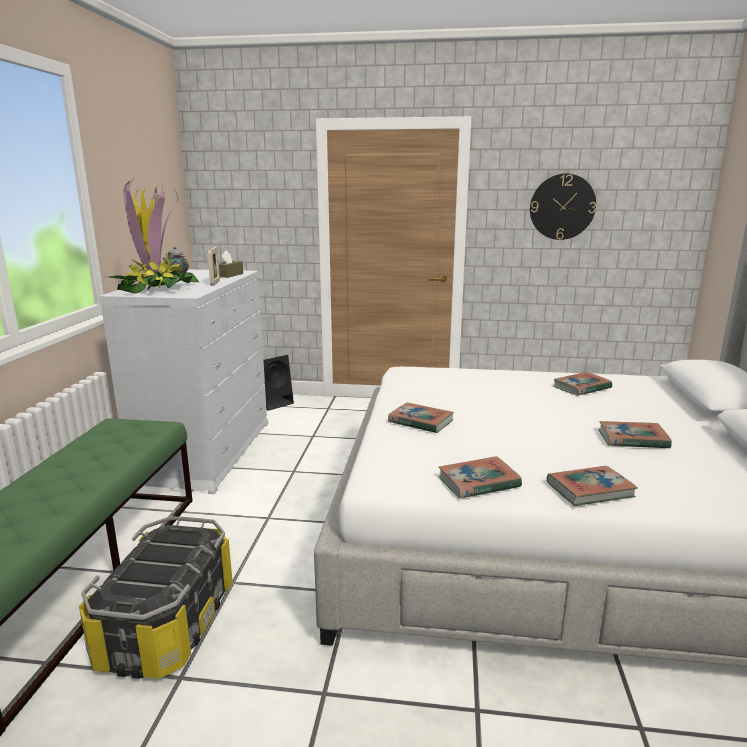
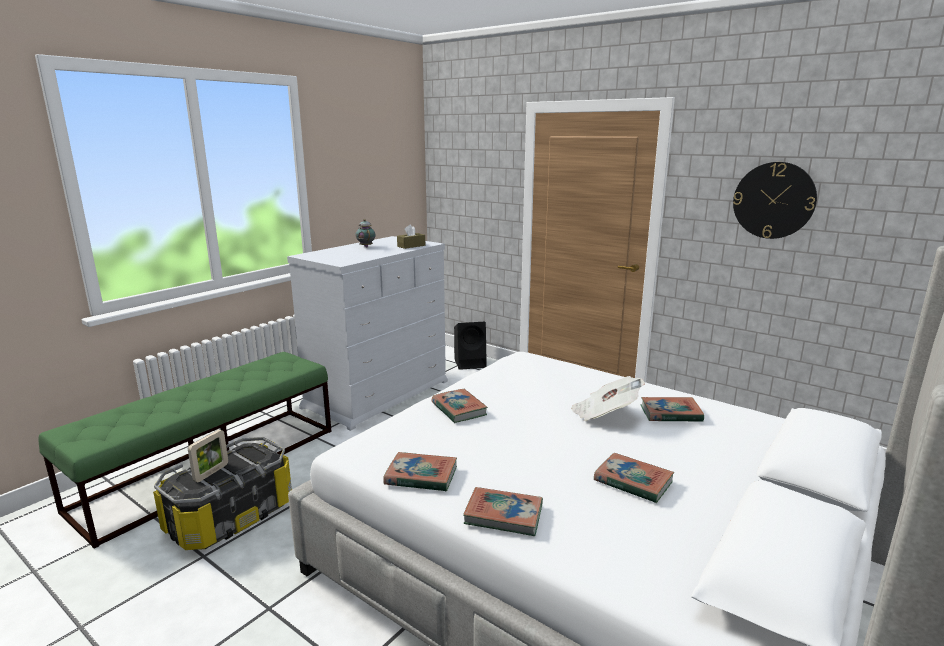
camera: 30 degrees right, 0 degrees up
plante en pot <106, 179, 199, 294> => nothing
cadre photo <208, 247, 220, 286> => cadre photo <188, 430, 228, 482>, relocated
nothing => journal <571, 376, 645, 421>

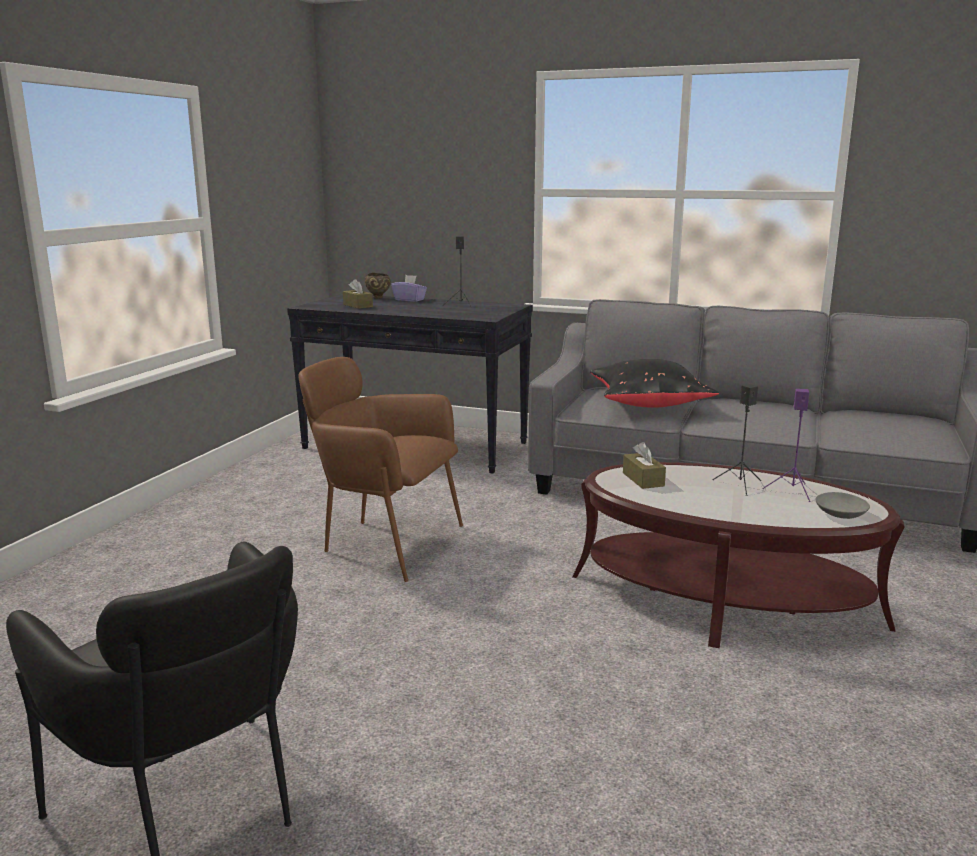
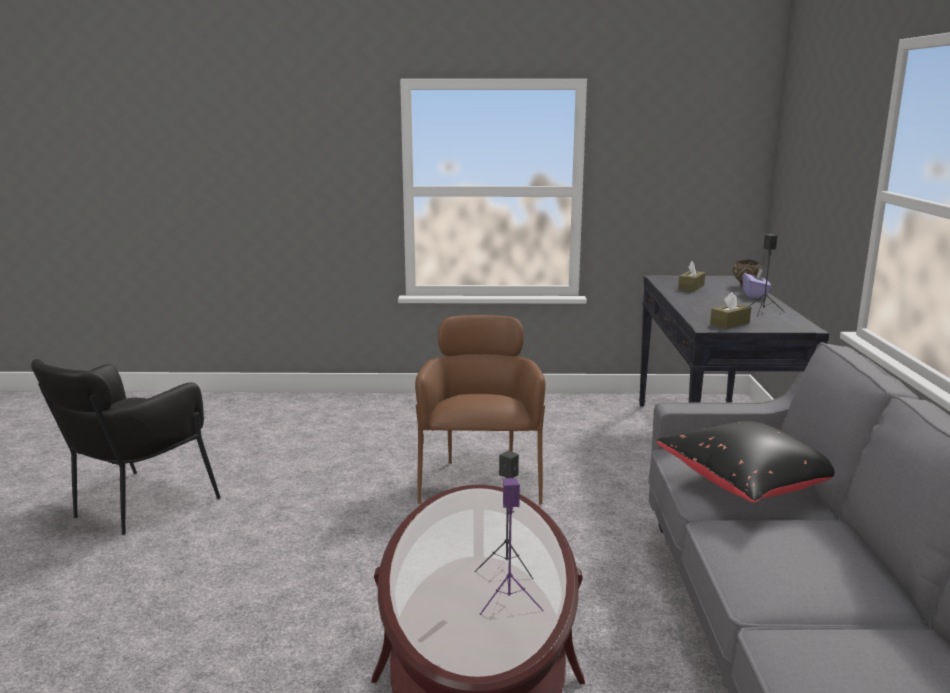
camera: 70 degrees right, 0 degrees up
boîte à mouchoirs [marron] <623, 442, 666, 489> => boîte à mouchoirs [marron] <710, 292, 751, 329>, relocated
bol [gris] <815, 492, 870, 519> => nothing

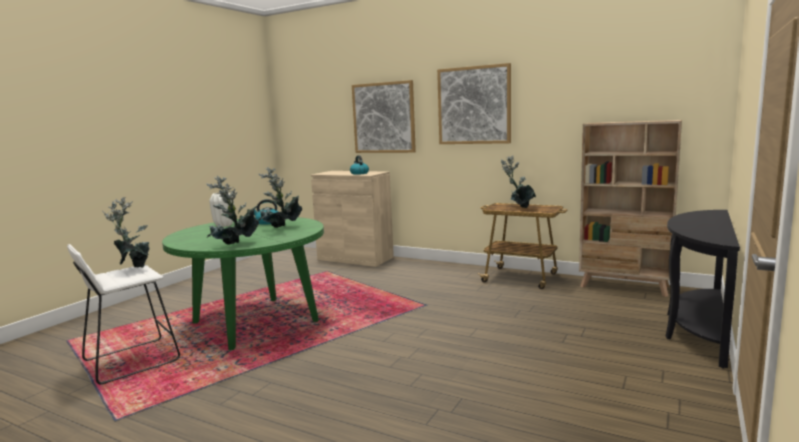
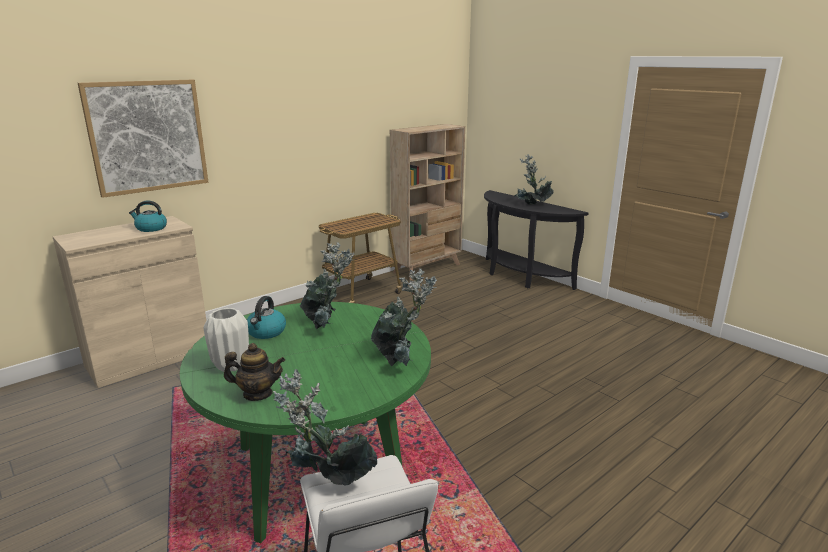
camera: 70 degrees left, 10 degrees up
tableau <437, 63, 511, 144> => nothing
plante en pot <501, 155, 536, 208> => plante en pot <514, 154, 554, 204>, relocated
nothing => théière <224, 343, 285, 401>

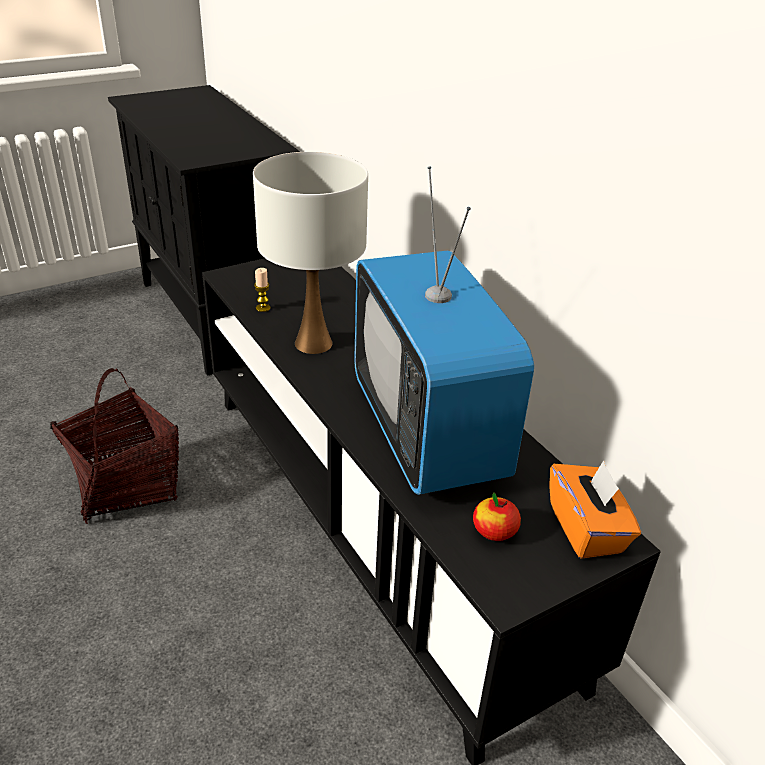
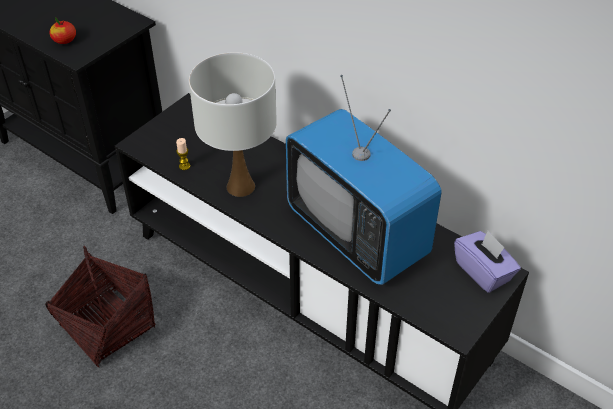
camera: 20 degrees left, 10 degrees up
boîte à mouchoirs [orange] <549, 460, 641, 559> => boîte à mouchoirs [violet] <454, 231, 521, 293>
pomme <473, 492, 521, 541> => pomme <50, 17, 76, 44>, relocated

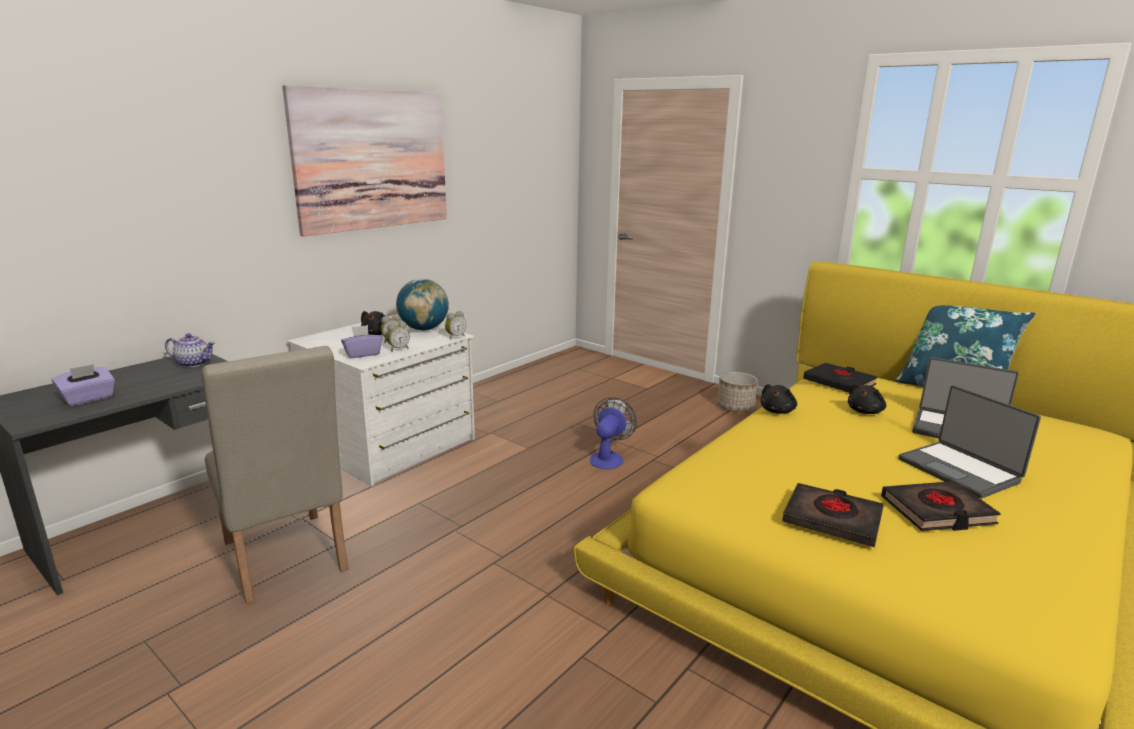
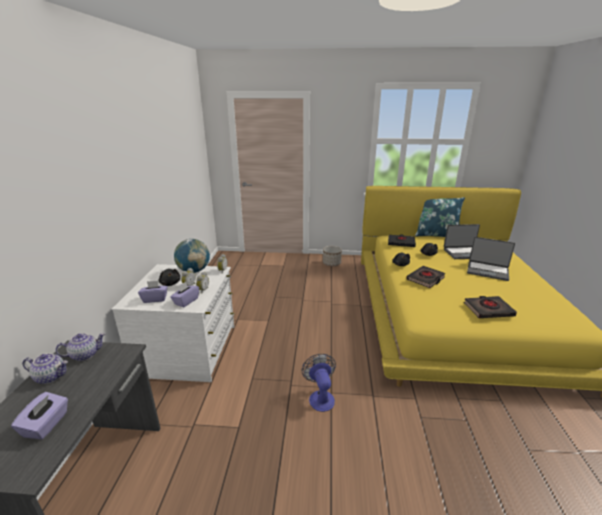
camera: 35 degrees left, 5 degrees up
tableau <282, 85, 447, 237> => nothing
chaise [beige] <202, 346, 349, 604> => nothing
ventilateur <590, 397, 637, 469> => ventilateur <302, 354, 336, 412>, relocated
livre [noir] <881, 481, 1001, 531> => livre [noir] <407, 266, 446, 288>, relocated
nothing => boîte à mouchoirs [violet] <138, 281, 168, 303>
nothing => théière <23, 353, 68, 384>

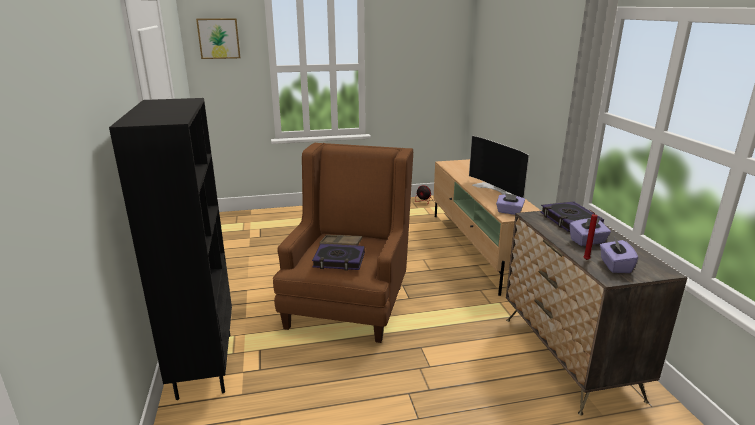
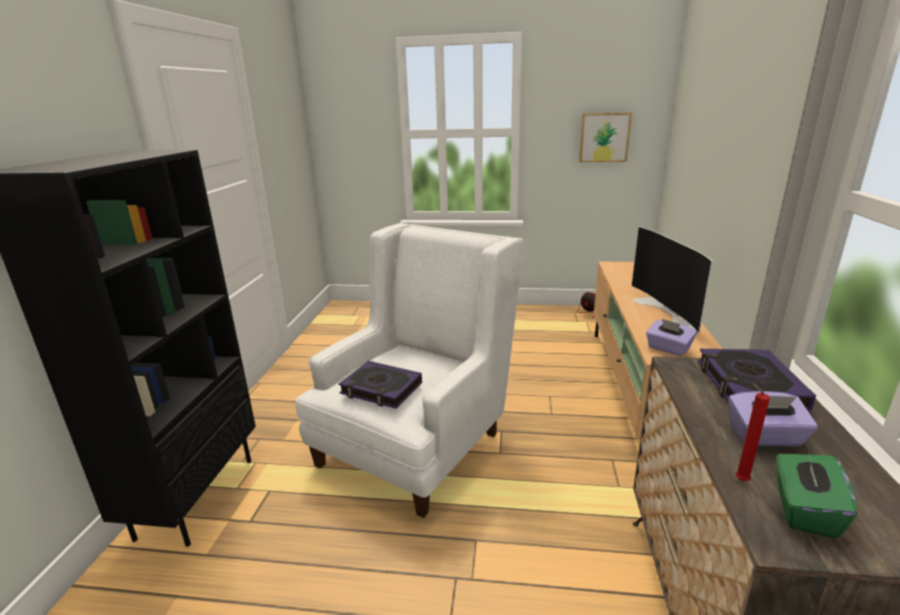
camera: 20 degrees right, 0 degrees up
tableau <196, 18, 241, 59> => tableau <579, 112, 632, 162>, relocated
fauteuil [marron] <273, 142, 413, 343> => fauteuil [blanc] <295, 223, 524, 518>
plateau [marron] <319, 235, 362, 246> => nothing
boîte à mouchoirs [violet] <600, 236, 638, 273> => boîte à mouchoirs [vert] <777, 449, 857, 539>

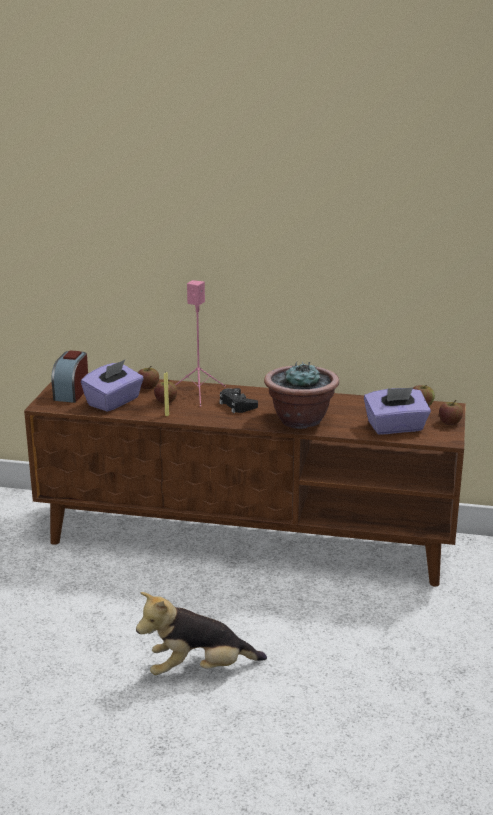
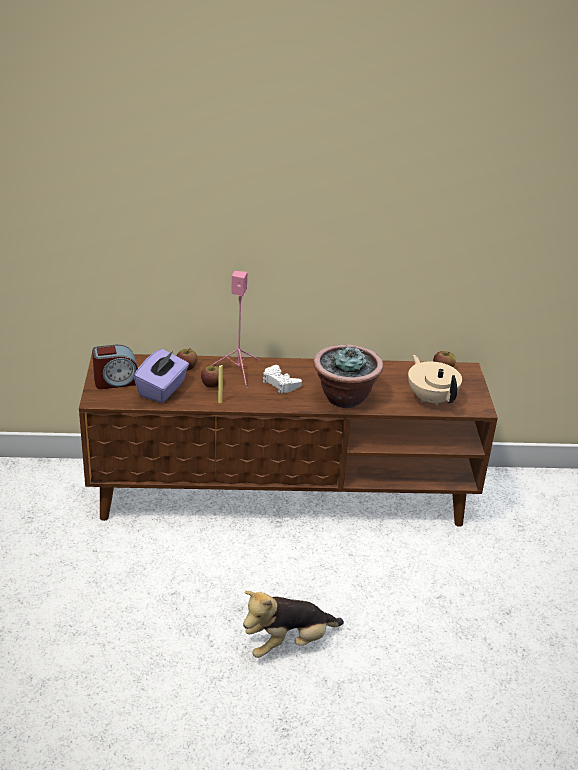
camera: 15 degrees left, 10 degrees up
réveil <51, 350, 88, 403> => réveil <92, 345, 138, 389>, 105 degrees counterclockwise
boîte à mouchoirs [violet] <364, 387, 431, 434> => théière [beige] <408, 355, 462, 406>
manette [noir] <219, 388, 258, 413> => manette [blanc] <262, 365, 302, 394>
pomme <439, 400, 463, 425> => nothing

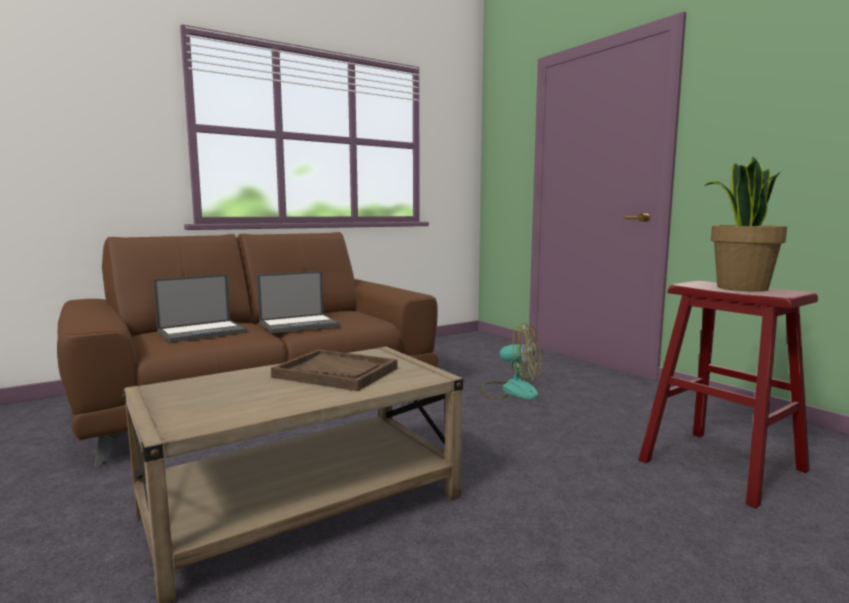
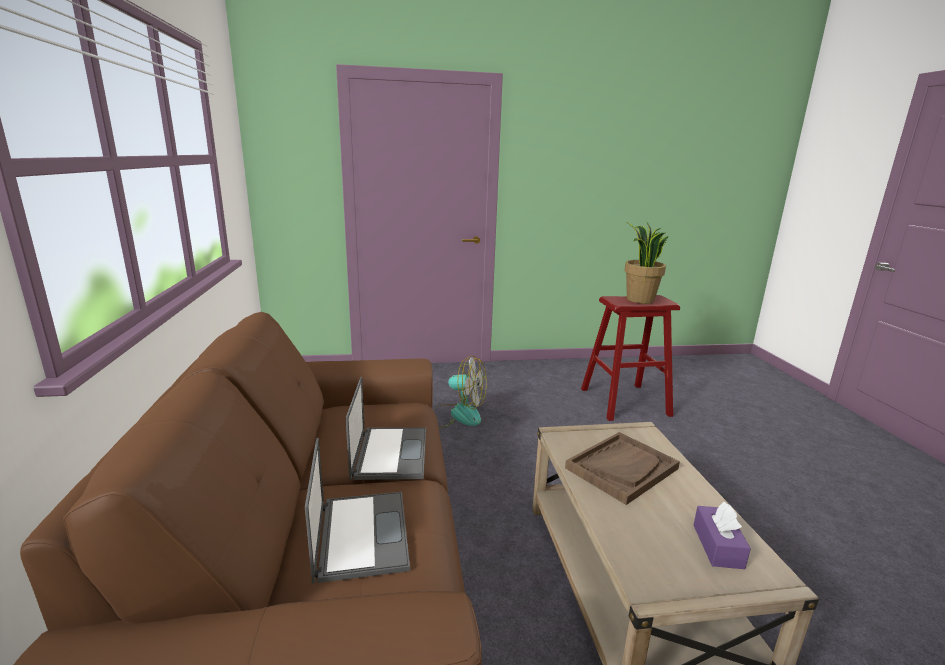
camera: 65 degrees left, 10 degrees up
ventilateur <480, 323, 541, 400> => ventilateur <433, 355, 487, 428>, 60 degrees clockwise
nothing => boîte à mouchoirs [violet] <693, 501, 751, 569>

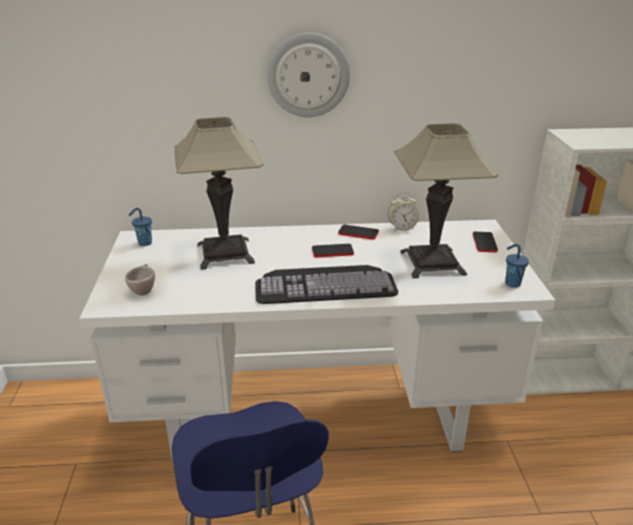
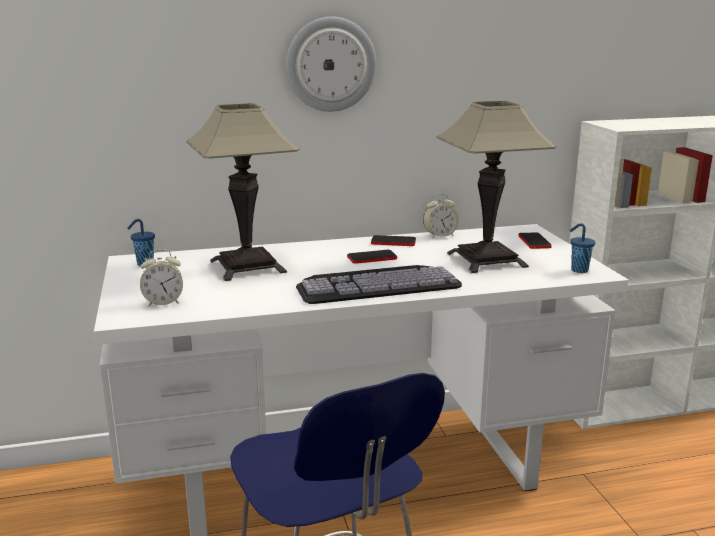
camera: 10 degrees left, 10 degrees down
tasse [beige] <125, 264, 155, 295> => réveil <140, 249, 183, 307>

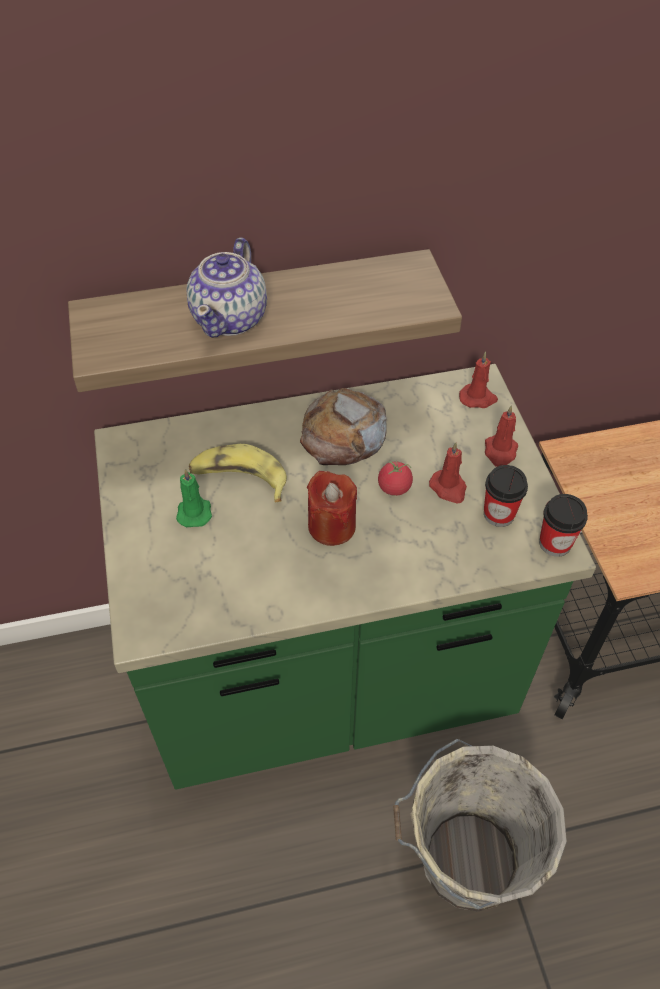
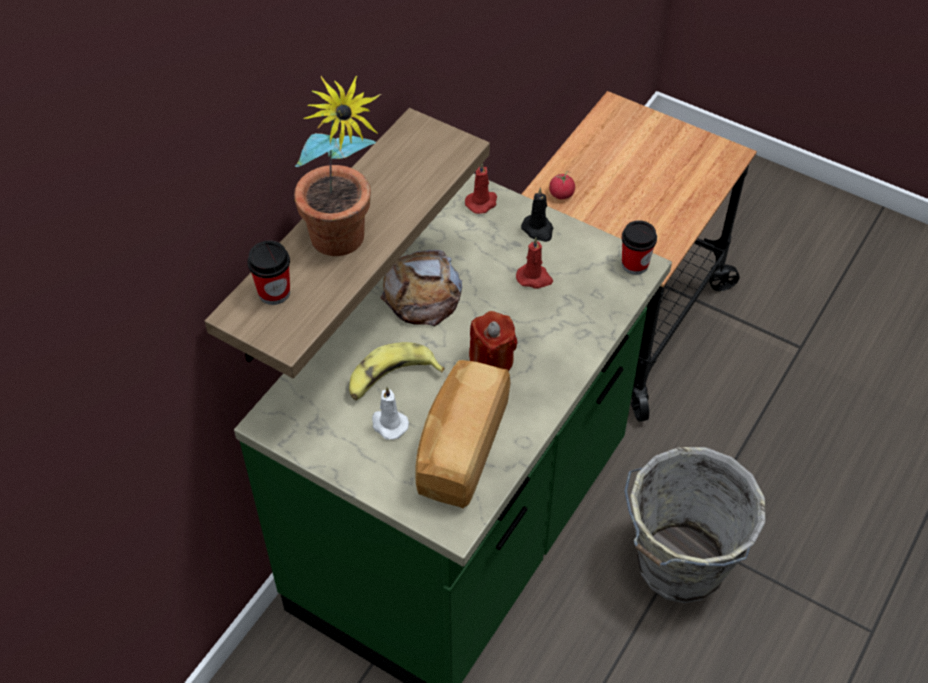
camera: 45 degrees left, 0 degrees up
théière <186, 238, 267, 338> => plante en pot <294, 76, 382, 256>
bougie [rouge] <485, 405, 519, 467> => bougie [noir] <521, 188, 553, 242>
tomate <378, 461, 413, 496> => tomate <549, 171, 575, 200>, relocated
tasse <484, 465, 528, 527> => tasse <247, 241, 290, 305>, relocated
bougie [vert] <176, 468, 212, 527> => bougie [blanc] <372, 387, 409, 440>
nothing => pain <415, 360, 510, 508>

